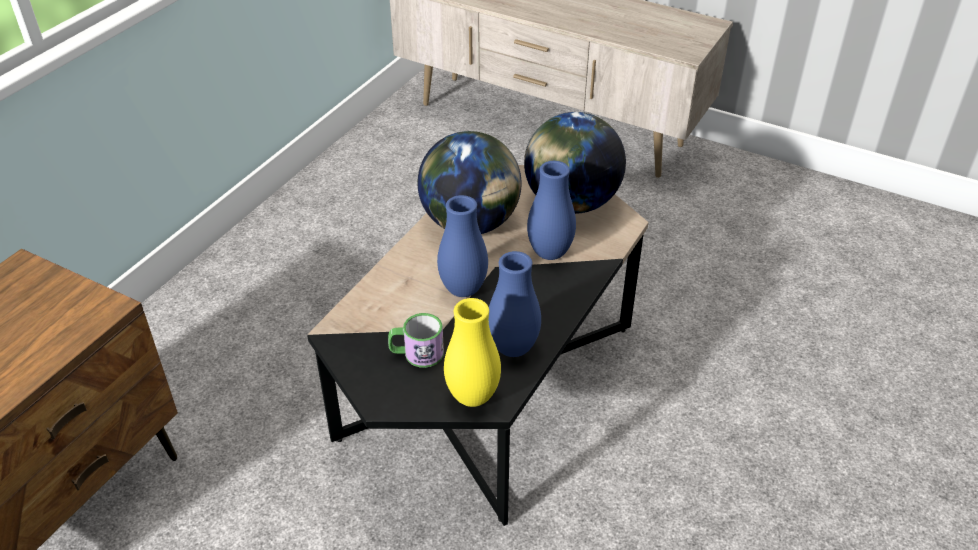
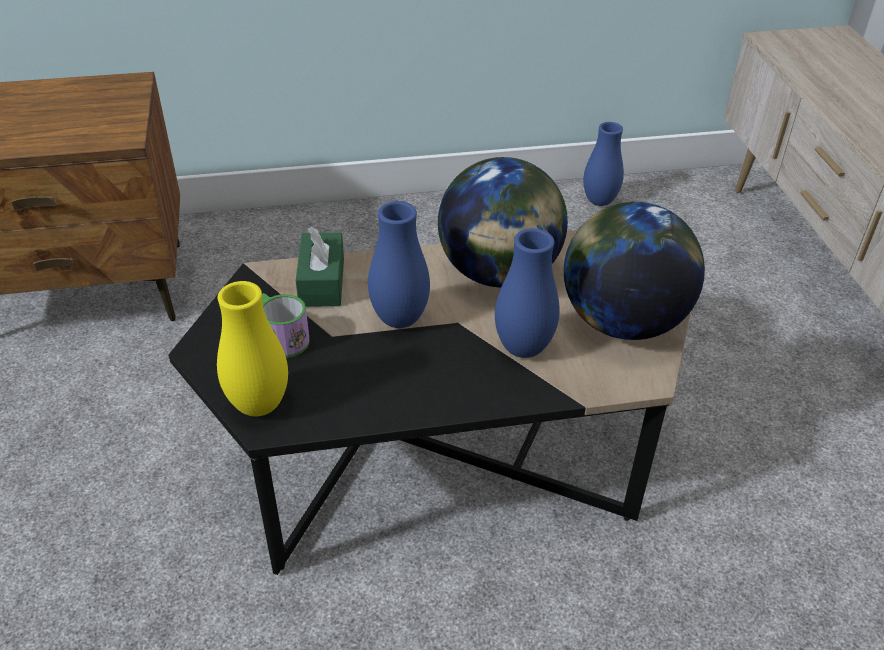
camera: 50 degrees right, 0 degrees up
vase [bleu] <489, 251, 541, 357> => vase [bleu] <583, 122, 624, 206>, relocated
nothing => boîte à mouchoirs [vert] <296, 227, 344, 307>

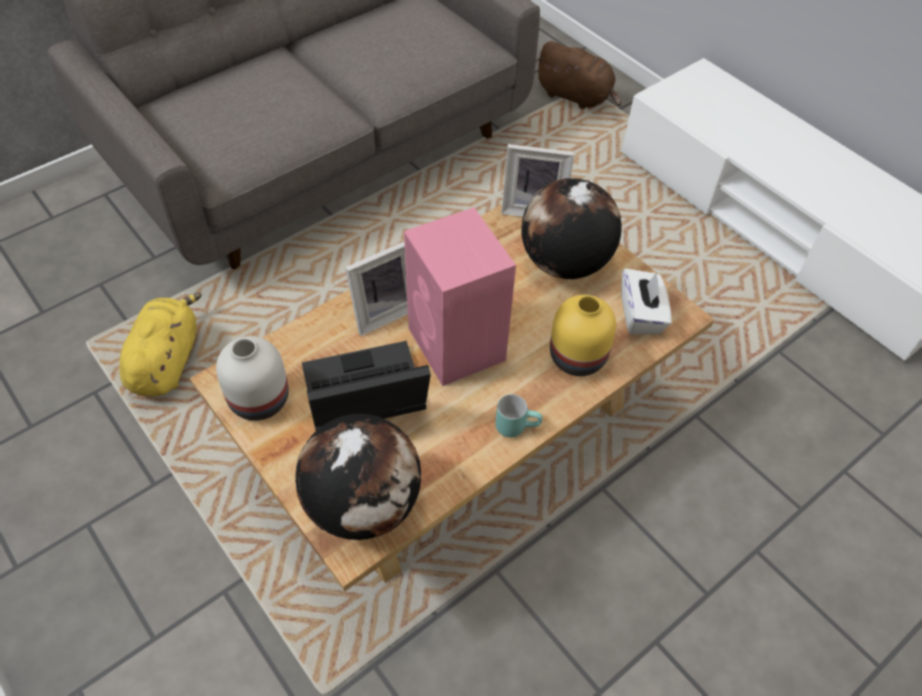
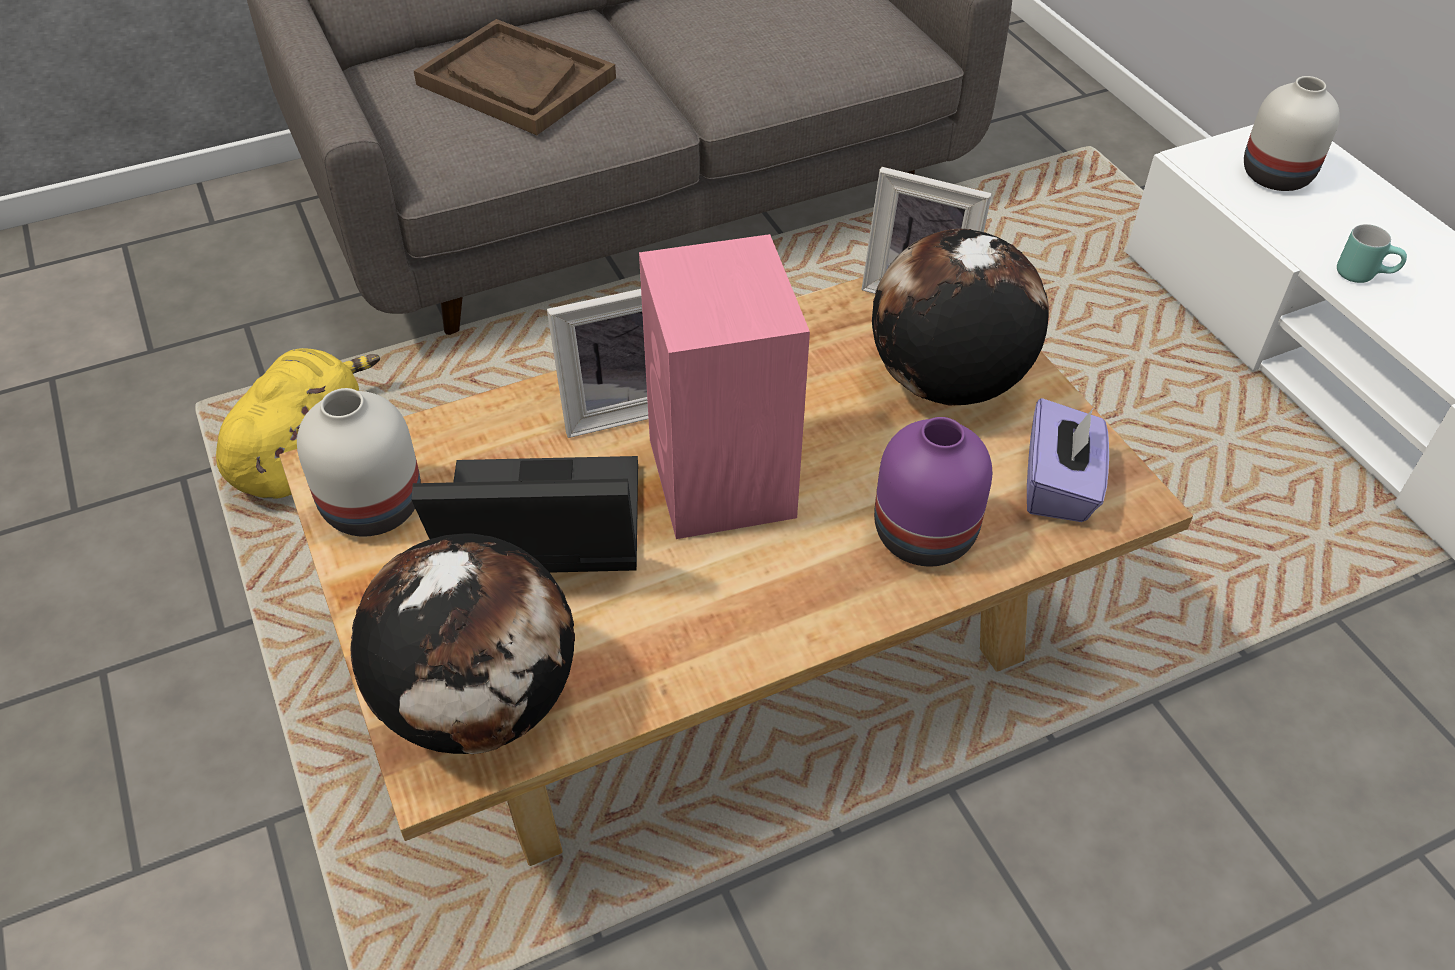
camera: 15 degrees right, 5 degrees down
peluche [marron] <536, 41, 622, 109> => nothing
boîte à mouchoirs [blanc] <621, 268, 671, 335> => boîte à mouchoirs [violet] <1027, 398, 1109, 522>
vase [jaune] <550, 295, 616, 376> => vase [violet] <874, 417, 992, 566>
mug [turquoise] <495, 394, 542, 438> => mug [turquoise] <1337, 224, 1407, 283>, relocated
nothing => plateau [marron] <414, 19, 616, 135>
nothing => vase [blanc] <1244, 76, 1340, 191>

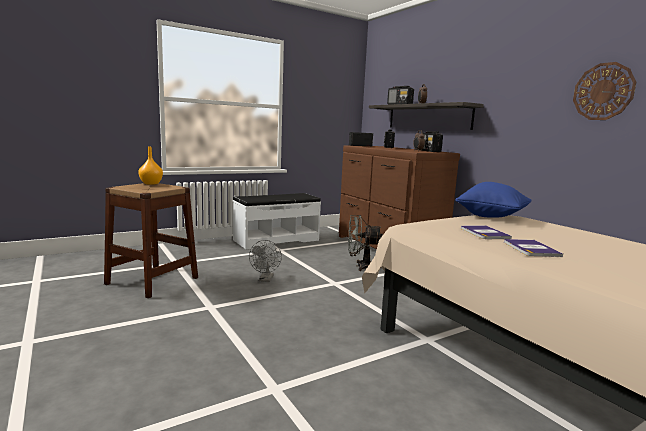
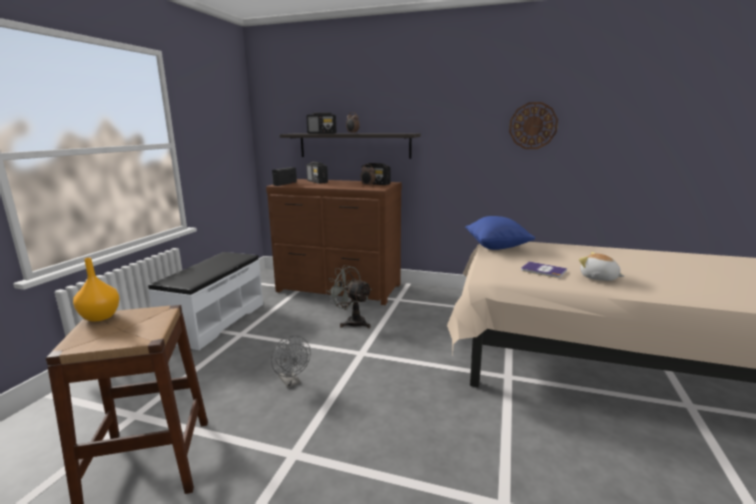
camera: 40 degrees left, 5 degrees up
ventilateur [gris] <348, 215, 383, 271> => ventilateur [gris] <326, 265, 372, 328>, 75 degrees clockwise
livre <504, 239, 563, 257> => peluche <579, 252, 624, 281>

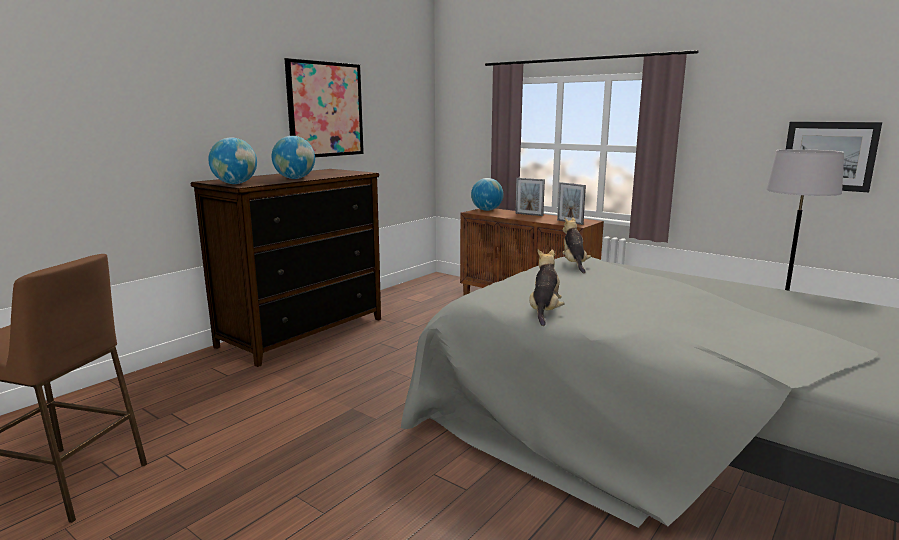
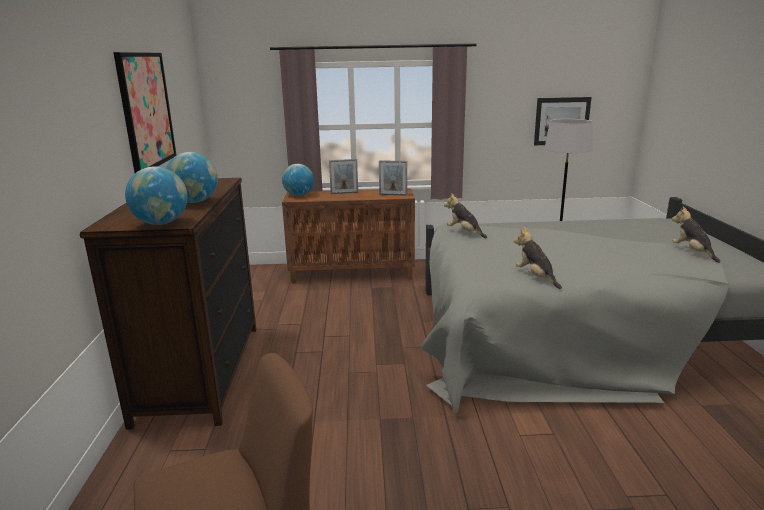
camera: 40 degrees left, 5 degrees up
nothing => peluche <672, 207, 720, 263>

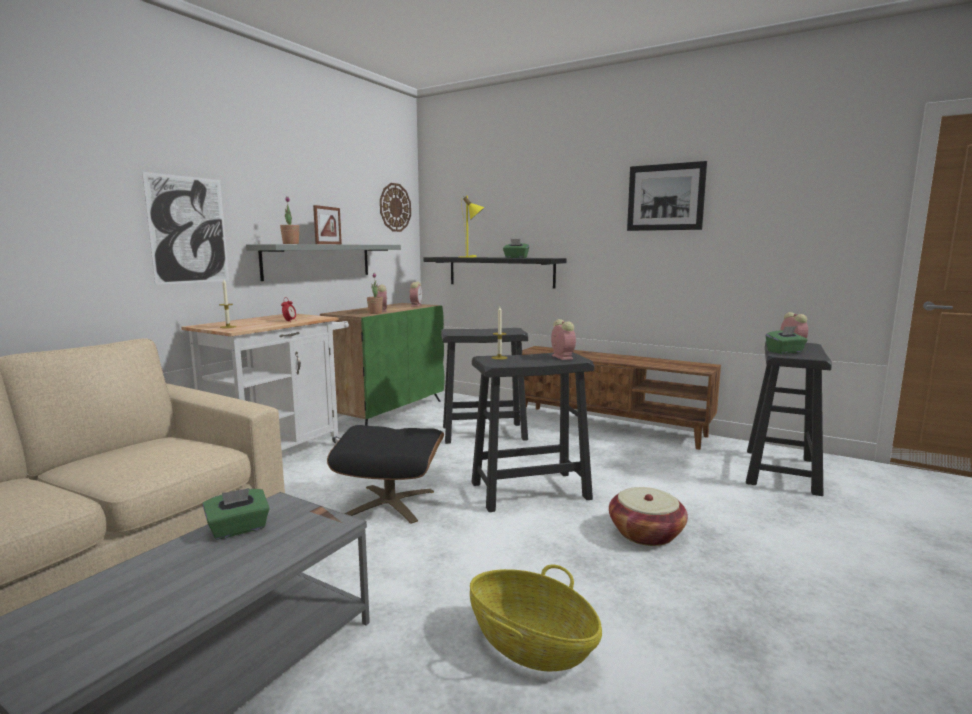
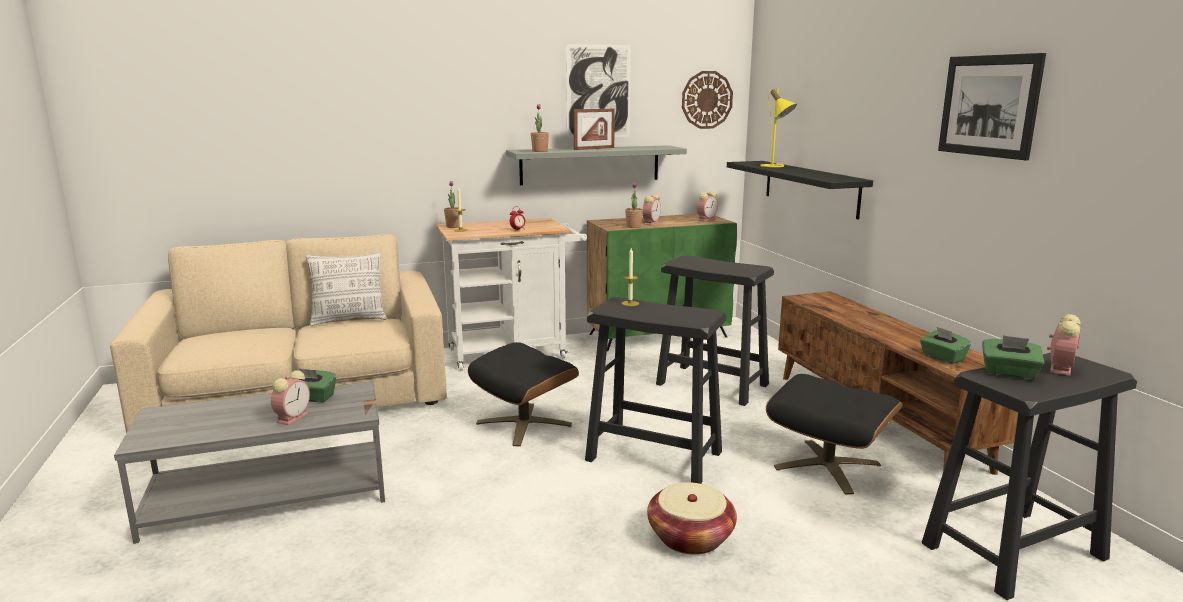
camera: 40 degrees right, 5 degrees up
tableau <142, 172, 229, 285> => tableau <566, 44, 631, 138>, relocated
boîte à mouchoirs [vert] <503, 239, 529, 258> => boîte à mouchoirs [vert] <920, 327, 971, 364>, relocated
réveil <551, 319, 576, 360> => réveil <271, 370, 310, 425>, relocated
panier <470, 565, 602, 672> => nothing
nothing => plante en pot <444, 181, 462, 228>
nothing => coussin <306, 251, 387, 326>
nothing => pouf [noir] <766, 374, 902, 495>

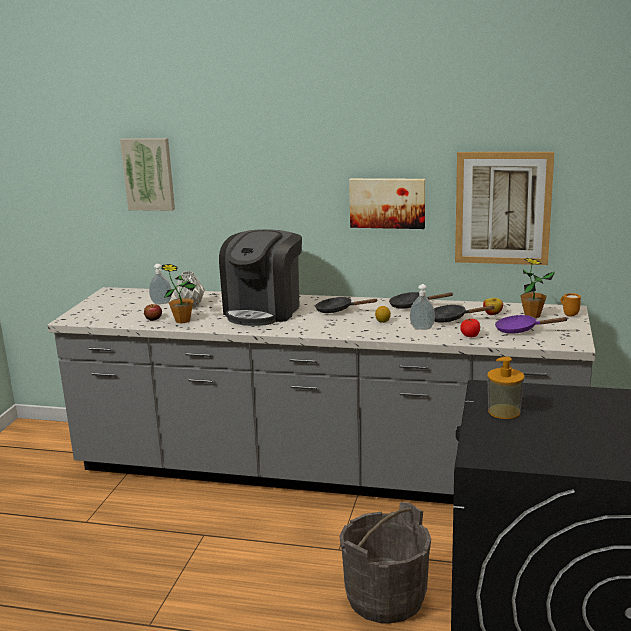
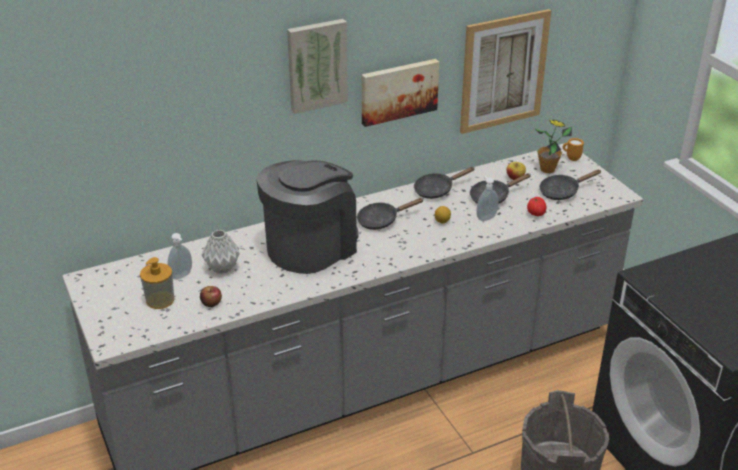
camera: 40 degrees left, 15 degrees up
tableau <120, 138, 175, 211> => tableau <287, 19, 348, 114>, relocated
machine à café <219, 229, 302, 326> => machine à café <256, 160, 359, 274>, 120 degrees counterclockwise
plante en pot <161, 264, 196, 323> => nothing
poêle [violet] <495, 315, 569, 334> => poêle [noir] <539, 170, 601, 200>
distributeur de savon <487, 357, 524, 419> => distributeur de savon <140, 257, 174, 309>, relocated

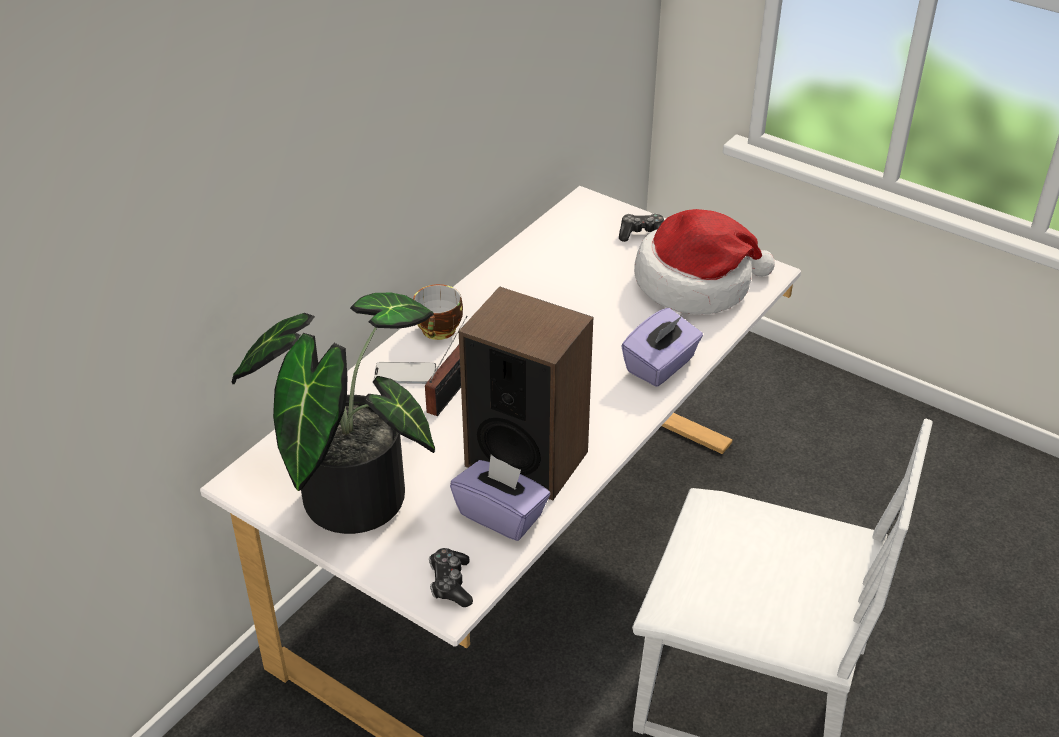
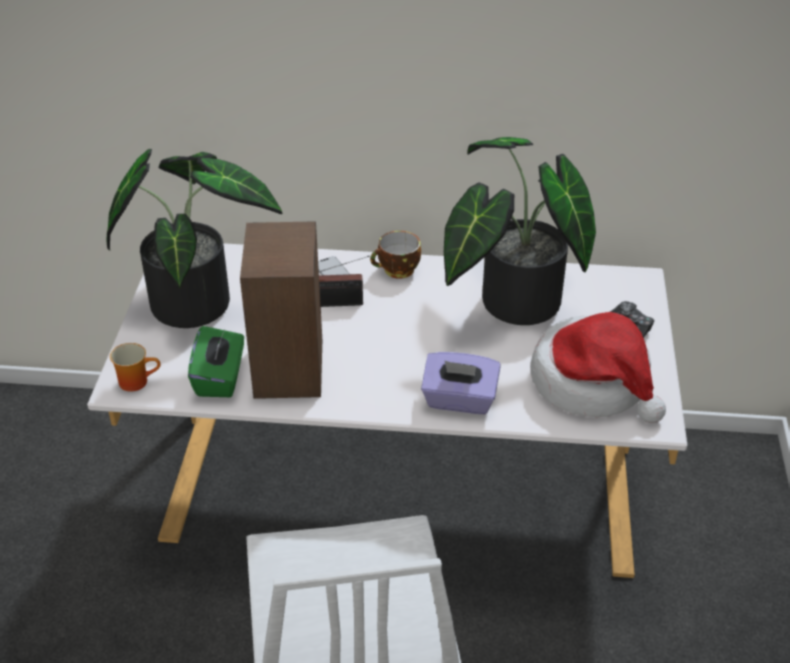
camera: 60 degrees right, 0 degrees up
boîte à mouchoirs [violet] <450, 455, 550, 541> => boîte à mouchoirs [vert] <188, 326, 244, 397>
manette <429, 548, 473, 607> => mug <110, 343, 161, 392>
nothing => plante en pot <444, 137, 596, 325>

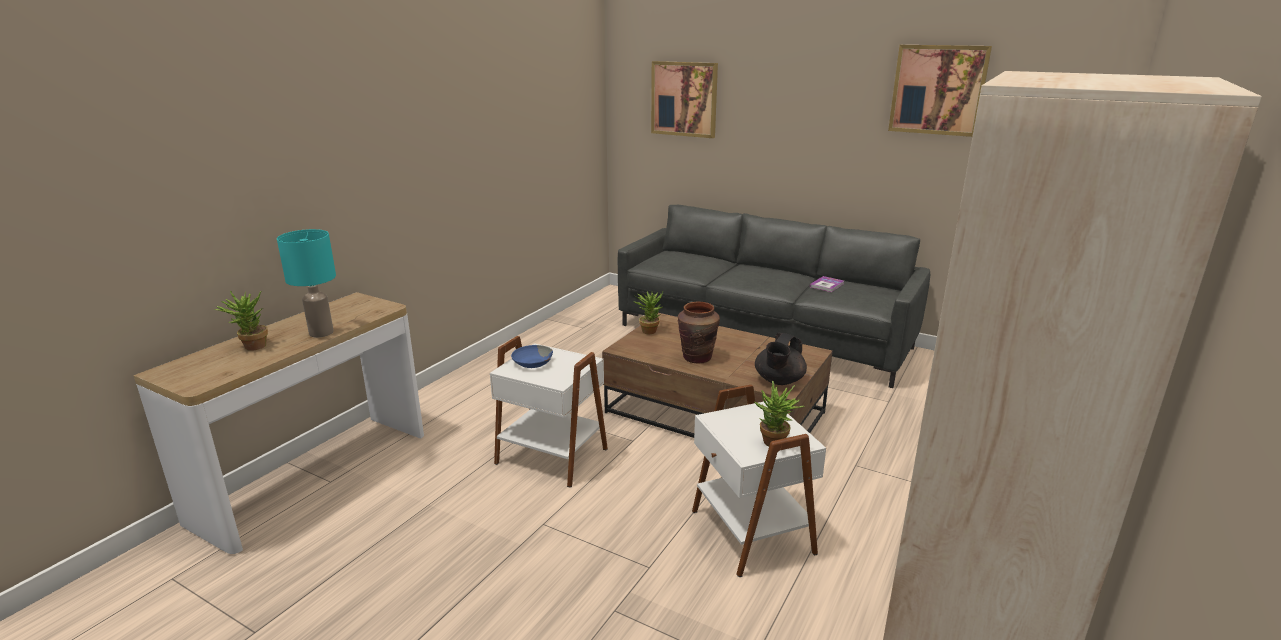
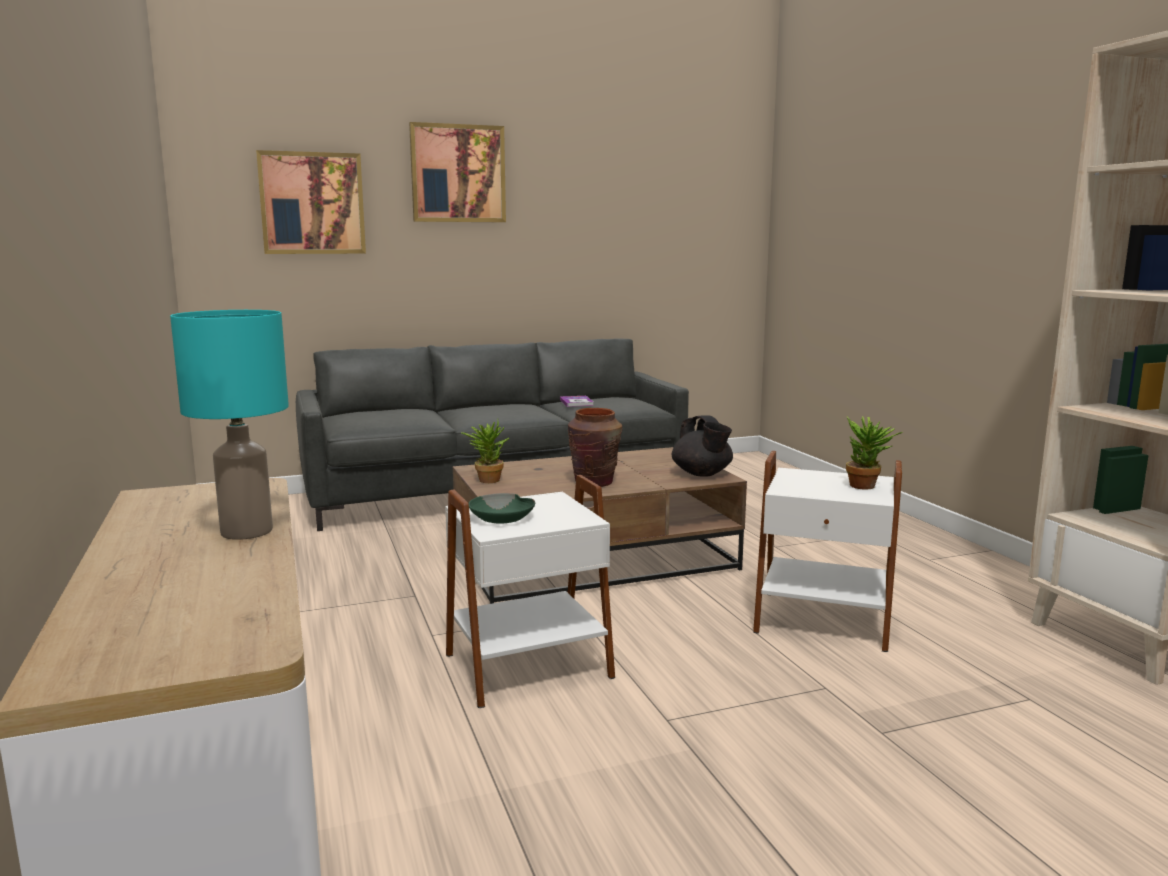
camera: 50 degrees left, 10 degrees down
tableau <888, 45, 992, 137> => tableau <409, 122, 506, 222>, relocated
plante en pot <214, 291, 268, 351> => nothing
bol [bleu] <511, 345, 553, 368> => bol [vert] <468, 493, 535, 524>

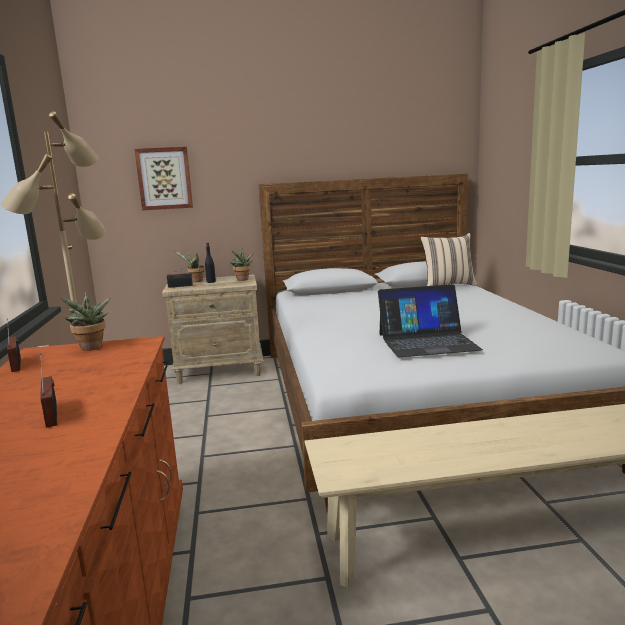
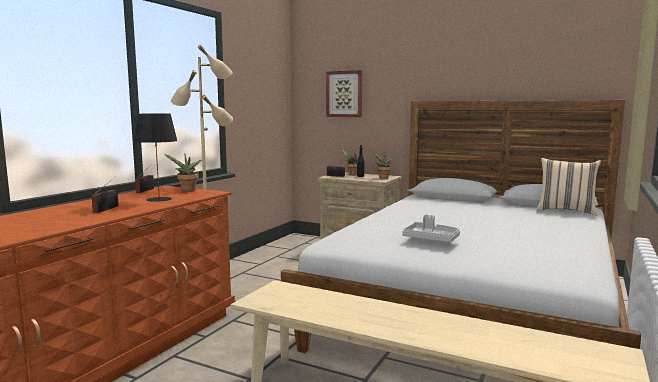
camera: 35 degrees right, 5 degrees down
ordinateur portable <378, 284, 483, 357> => plateau [gris] <403, 214, 460, 242>
nothing => lampe de table [noir] <133, 114, 178, 202>

